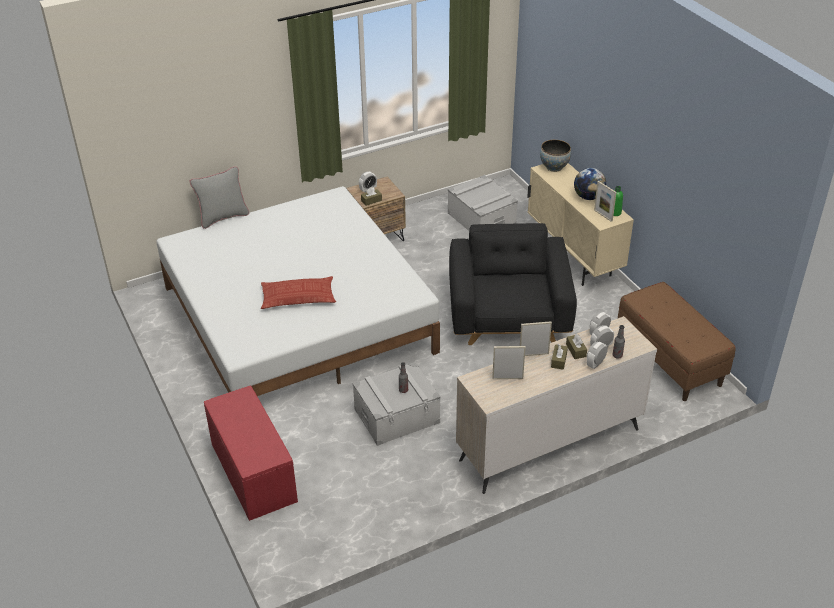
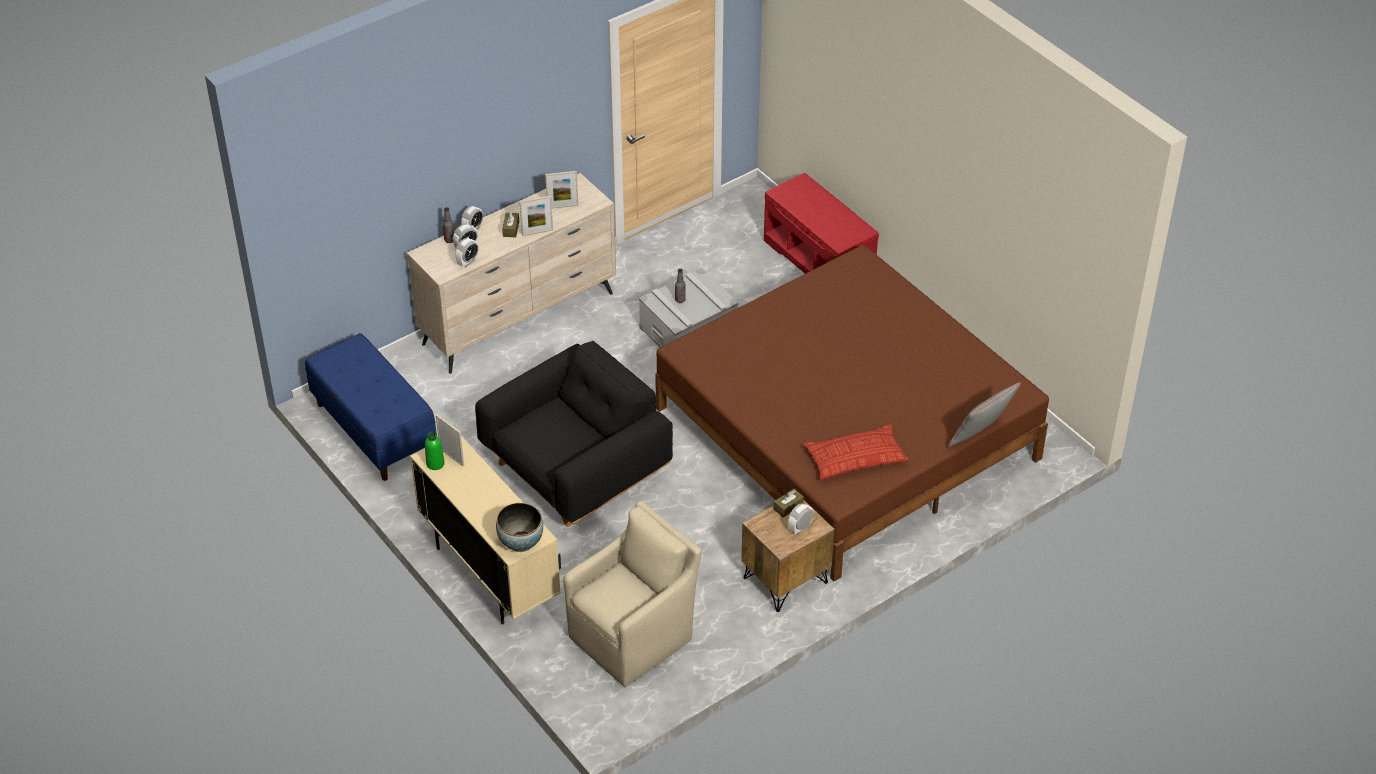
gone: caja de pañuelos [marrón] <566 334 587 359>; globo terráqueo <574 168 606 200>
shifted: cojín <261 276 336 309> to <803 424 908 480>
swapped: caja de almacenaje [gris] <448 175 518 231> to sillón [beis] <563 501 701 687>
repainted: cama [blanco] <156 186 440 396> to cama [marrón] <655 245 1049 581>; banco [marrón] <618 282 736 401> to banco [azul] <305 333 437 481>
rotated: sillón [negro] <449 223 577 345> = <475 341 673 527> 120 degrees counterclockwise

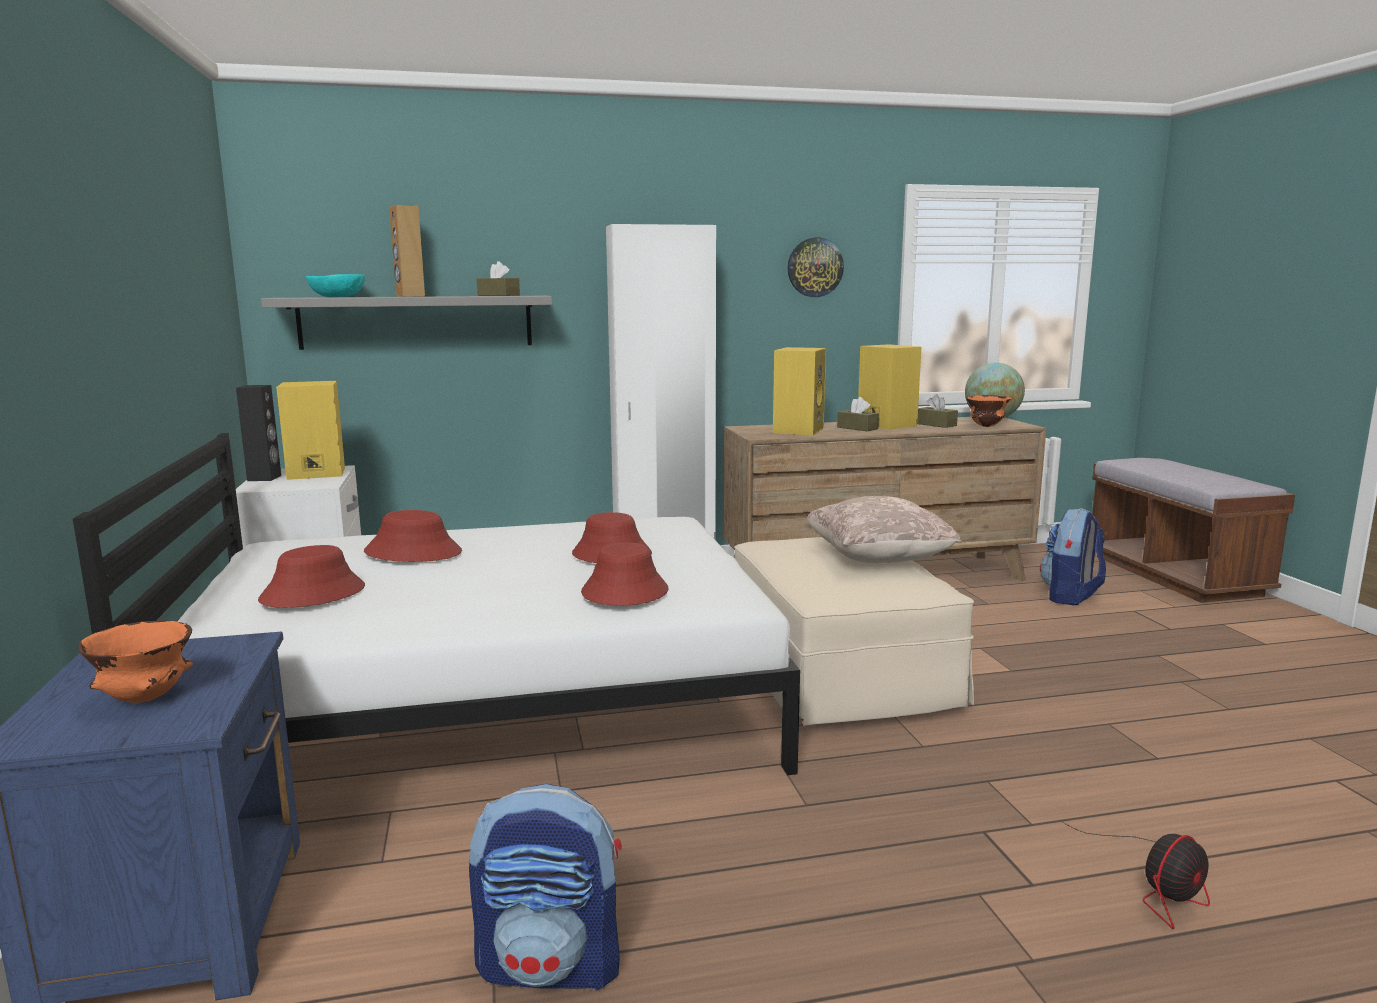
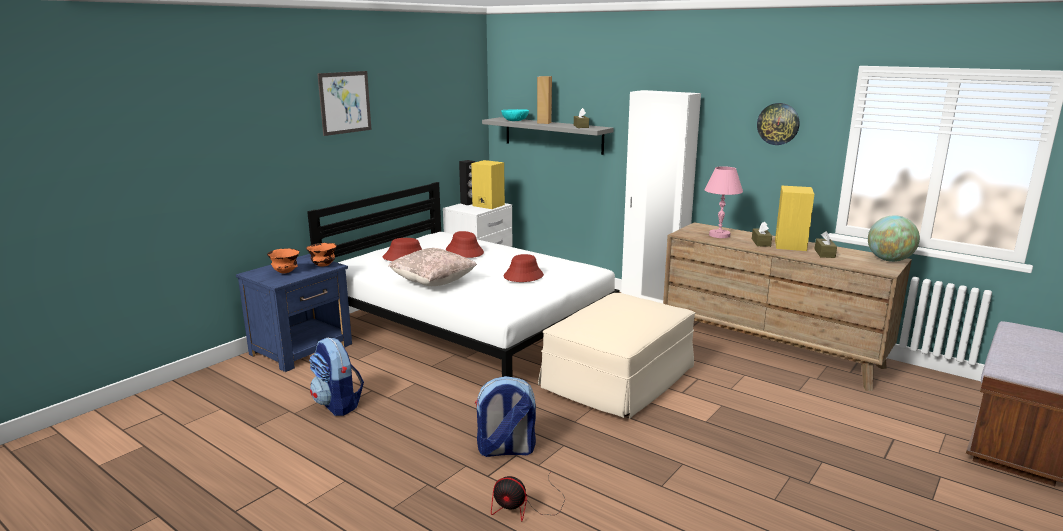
gone: sombrero [rojo] <581 543 668 606>
new: cuadro <317 71 371 136>
shifted: cojín [beis] <807 496 961 563> to <388 248 477 286>; cuenco [naranja] <966 395 1011 427> to <306 243 337 267>; mochila <1040 508 1106 605> to <475 376 536 457>
swapped: altavoz [amarillo] <773 347 826 435> to lámpara de mesa [rosa] <704 166 743 238>

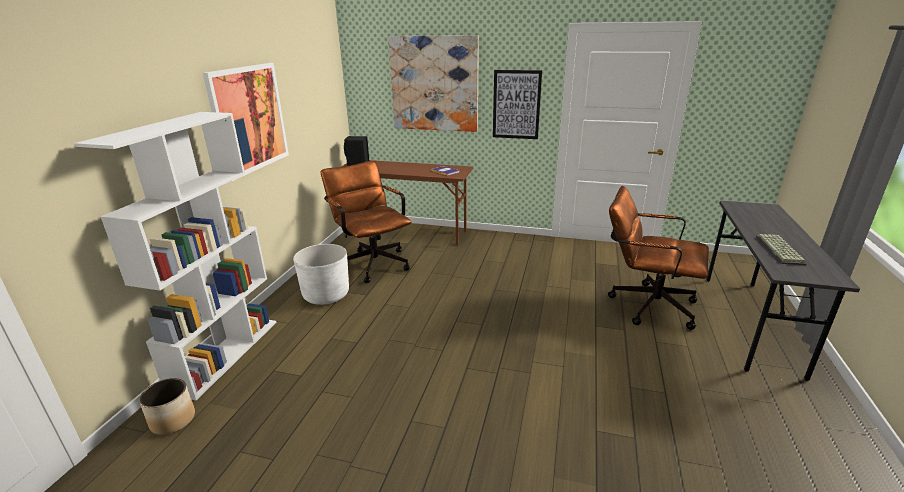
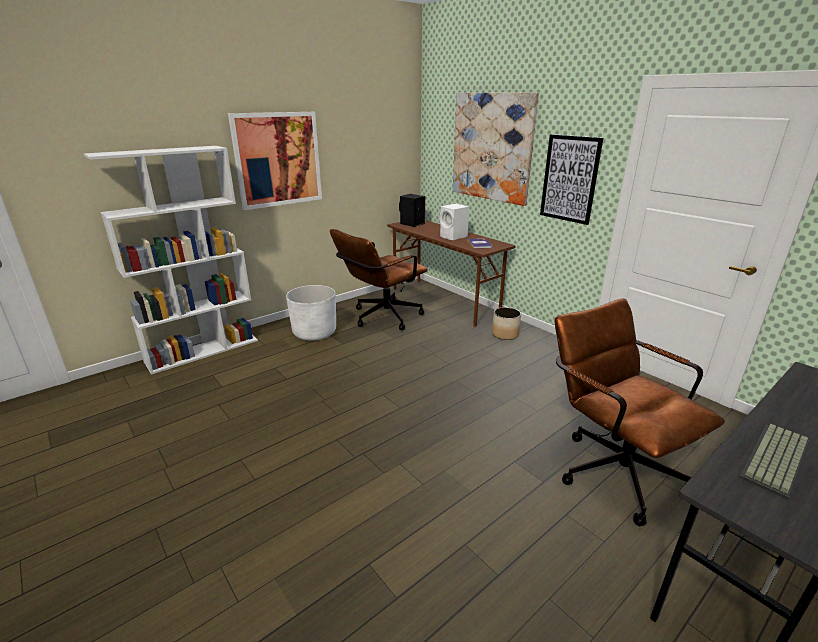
new: altavoz [blanco] <439 204 469 240>
shifted: maceta <139 378 195 435> to <492 307 521 340>
rotated: silla de oficina [marrón] <320 160 411 283> = <330 229 428 330> 135 degrees counterclockwise

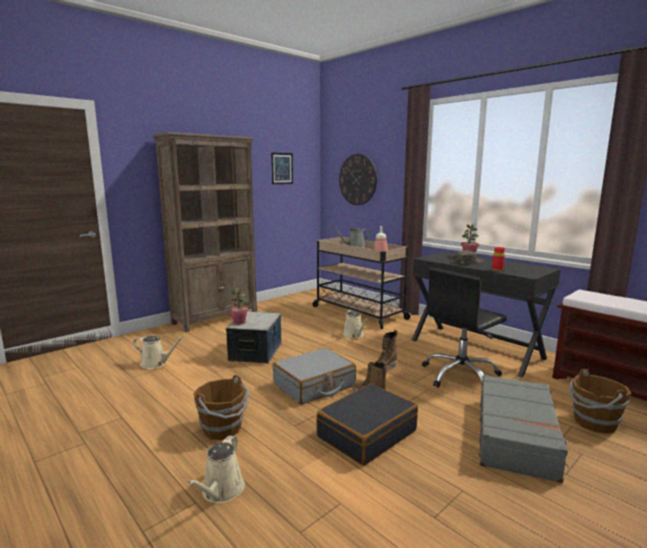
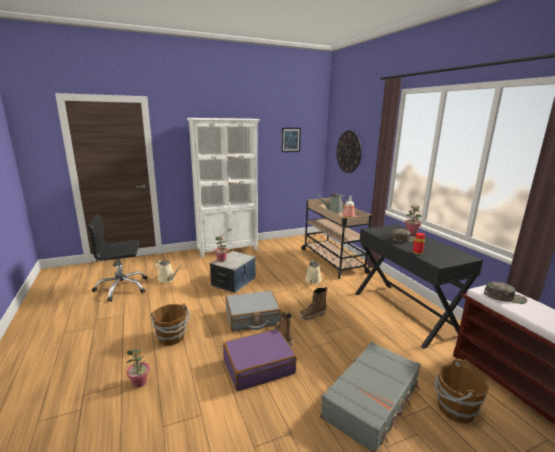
new: gorra [verde] <484 282 528 304>
shifted: silla de oficina [negro] <422 268 507 388> to <88 214 147 302>
swapped: regadera [beis] <188 435 245 503> to planta en maceta <126 349 150 388>
repainted: estantería [marrón] <152 132 257 332> to estantería [blanco] <187 118 260 258>; maleta [negro] <316 384 418 466> to maleta [morado] <223 329 297 391>

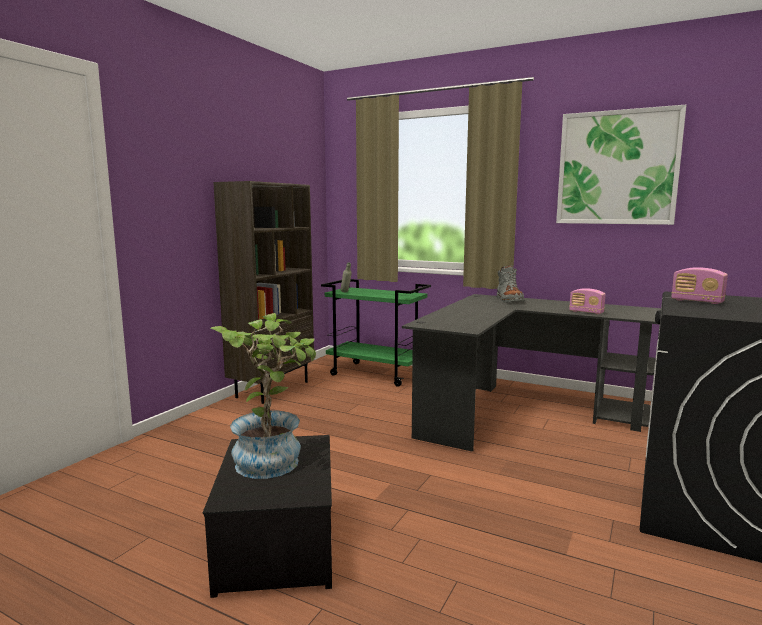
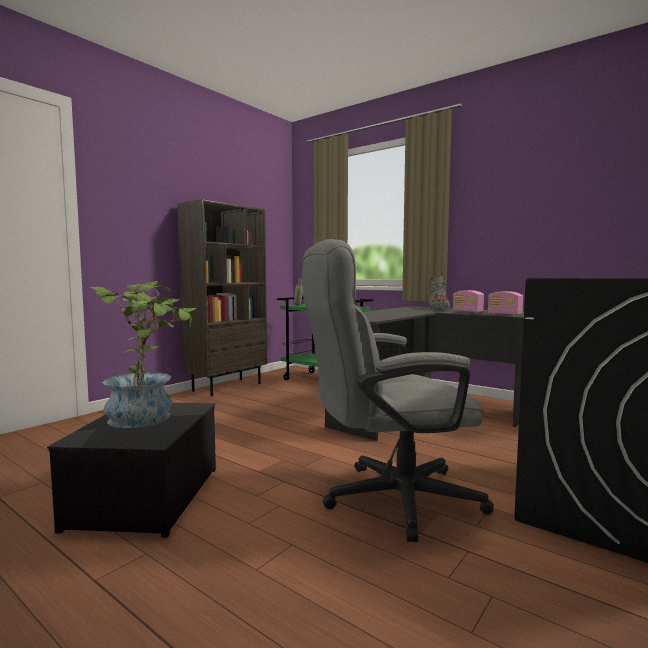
gone: cuadro <556 105 686 225>
new: silla de oficina [gris] <302 239 494 542>
shifted: radio <671 267 728 304> to <453 290 484 313>

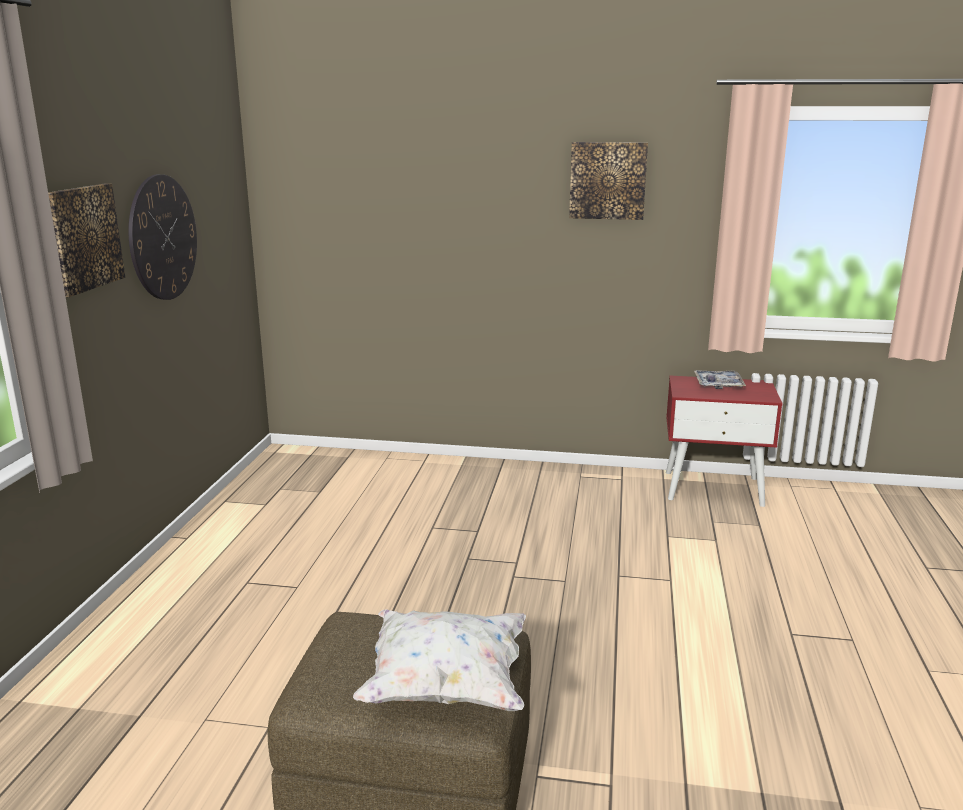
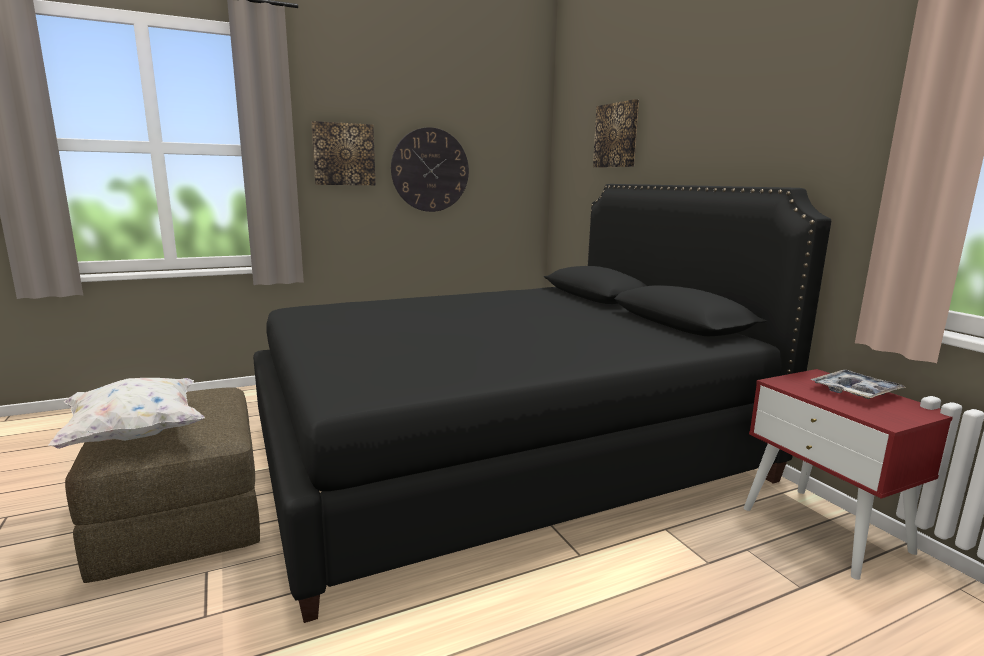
new: cama [negro] <253 184 831 623>
shifted: cuadro <569 142 648 220> to <593 99 639 168>

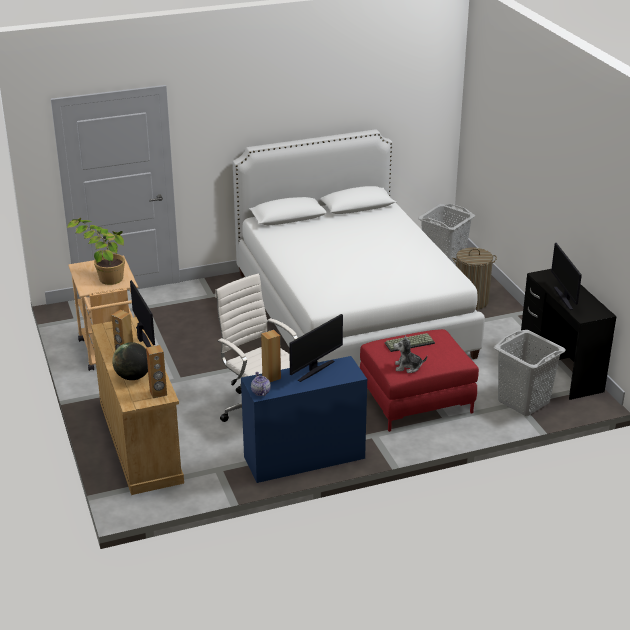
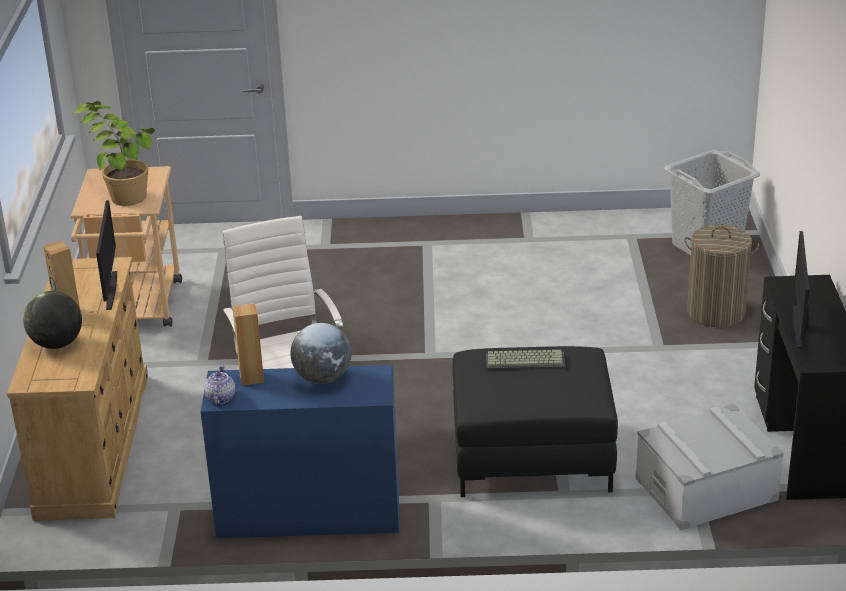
gone: altavoz [marrón] <146 345 167 398>; cama [blanco] <233 129 485 368>; peluche <393 335 427 373>
swapped: monitor <289 314 343 382> to globo terráqueo <290 323 352 384>; cesto de la ropa [gris] <494 330 565 416> to caja de almacenaje [gris] <636 404 784 530>
repainted: puf [rojo] <360 329 479 432> to puf [negro] <453 346 618 497>

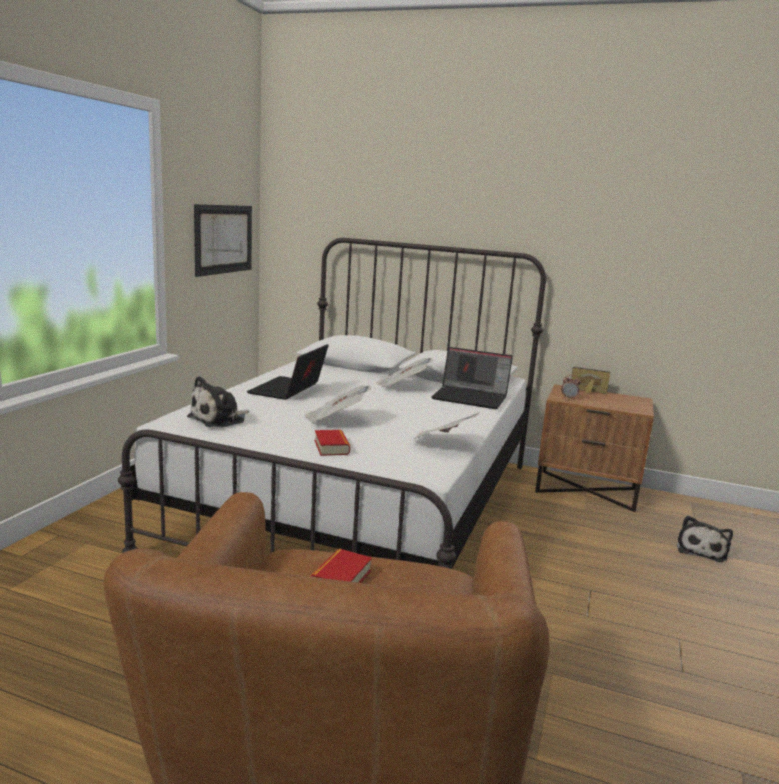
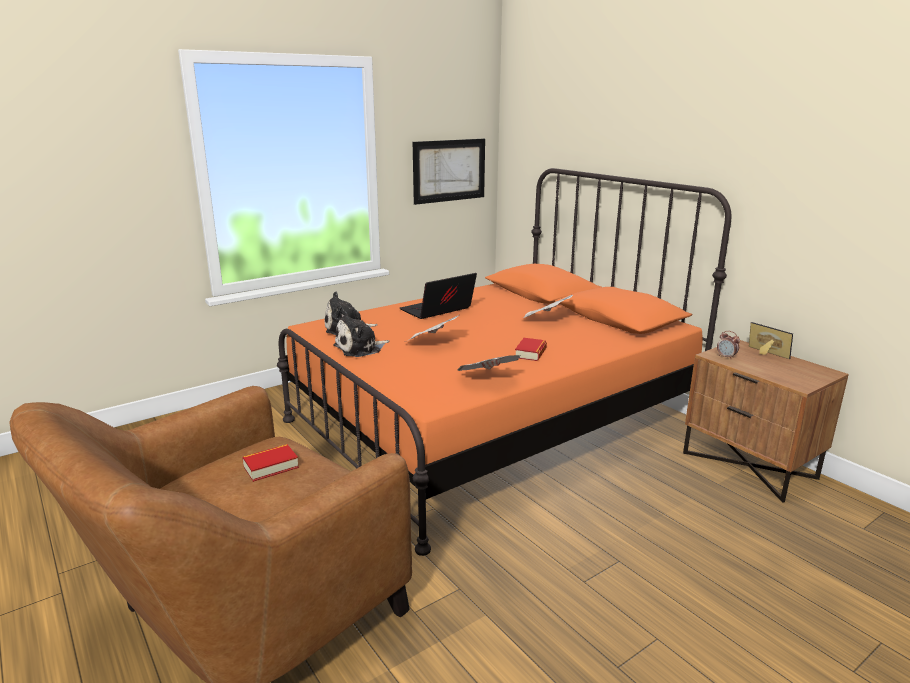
gone: portátil <431 347 513 409>
shifted: libro <315 430 350 456> to <515 338 547 361>; peluche <677 515 733 562> to <333 310 390 357>
repainted: cama [blanco] <118 238 546 569> to cama [naranja] <277 168 732 556>

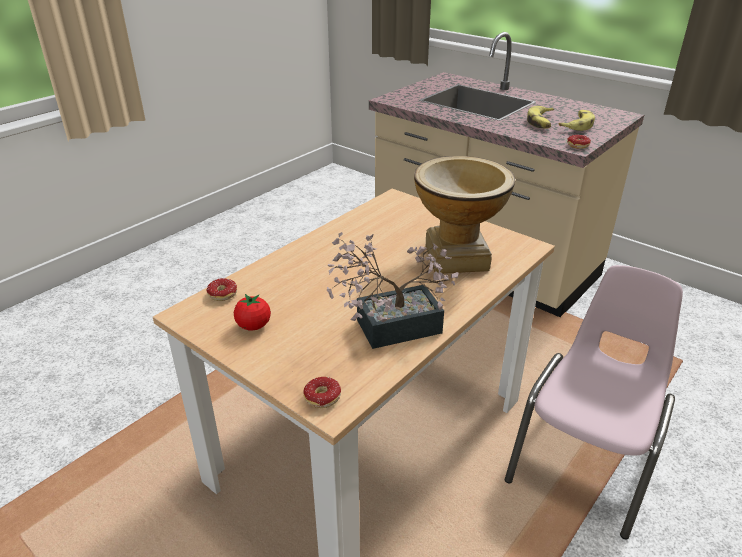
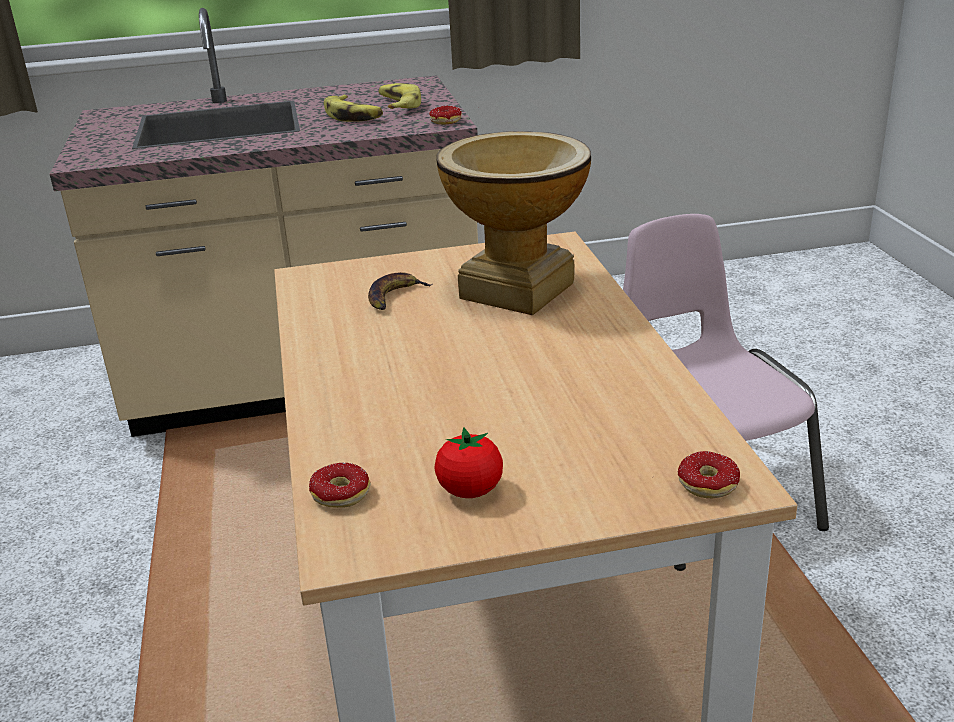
gone: planta en maceta <327 232 459 349>
new: plátano <368 272 433 310>

